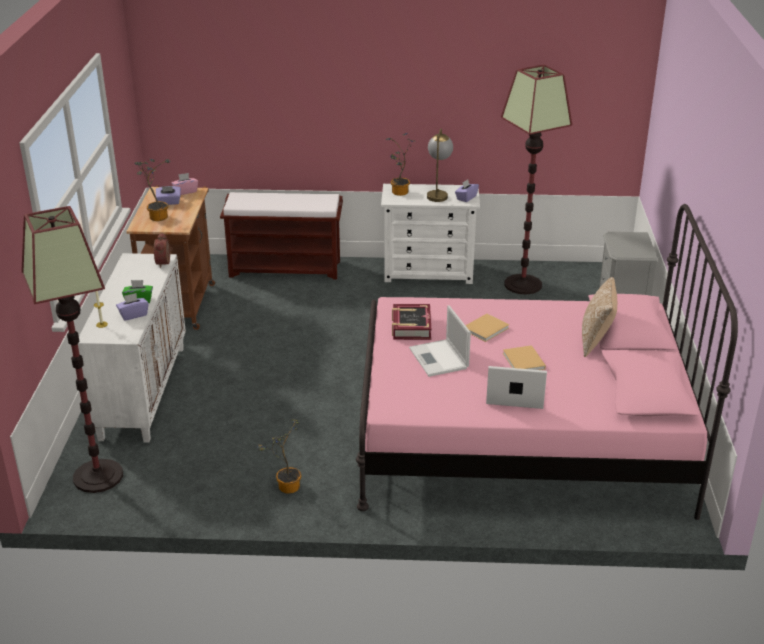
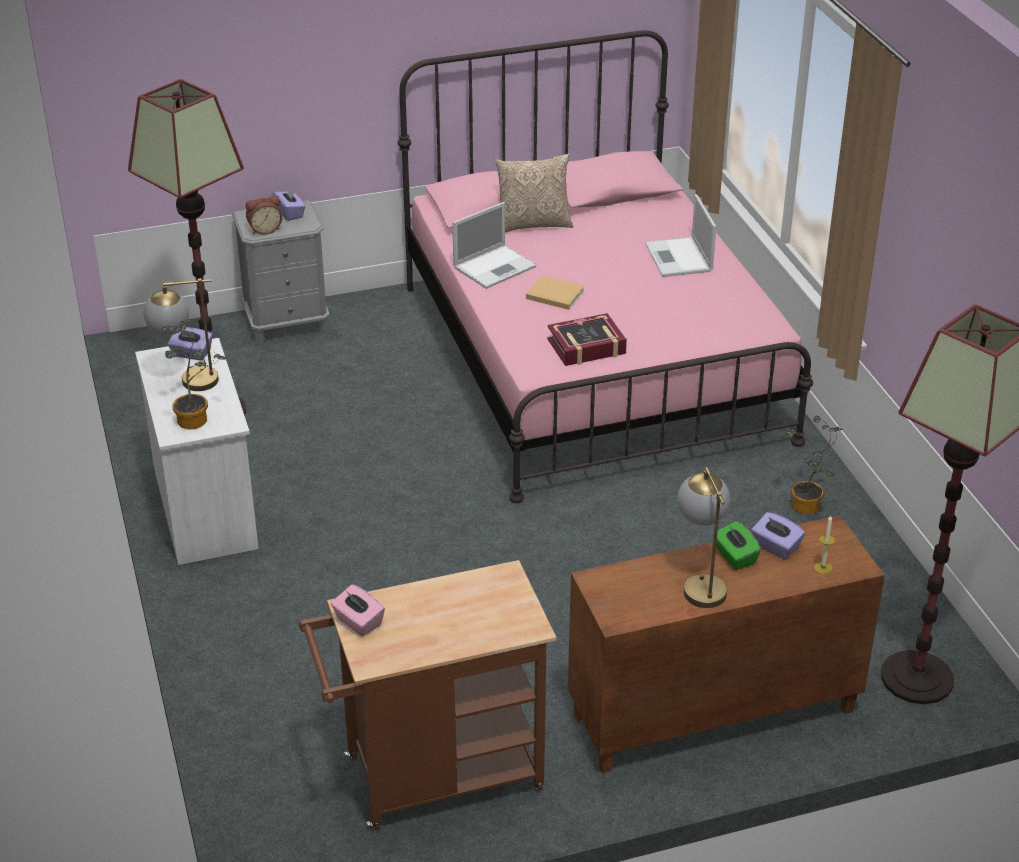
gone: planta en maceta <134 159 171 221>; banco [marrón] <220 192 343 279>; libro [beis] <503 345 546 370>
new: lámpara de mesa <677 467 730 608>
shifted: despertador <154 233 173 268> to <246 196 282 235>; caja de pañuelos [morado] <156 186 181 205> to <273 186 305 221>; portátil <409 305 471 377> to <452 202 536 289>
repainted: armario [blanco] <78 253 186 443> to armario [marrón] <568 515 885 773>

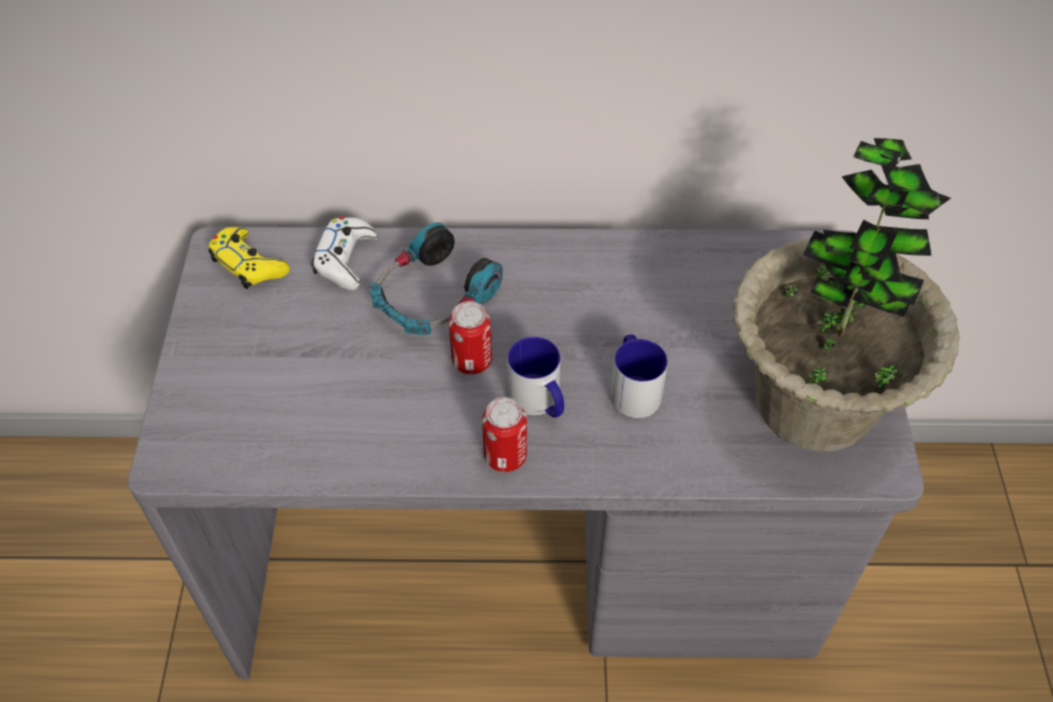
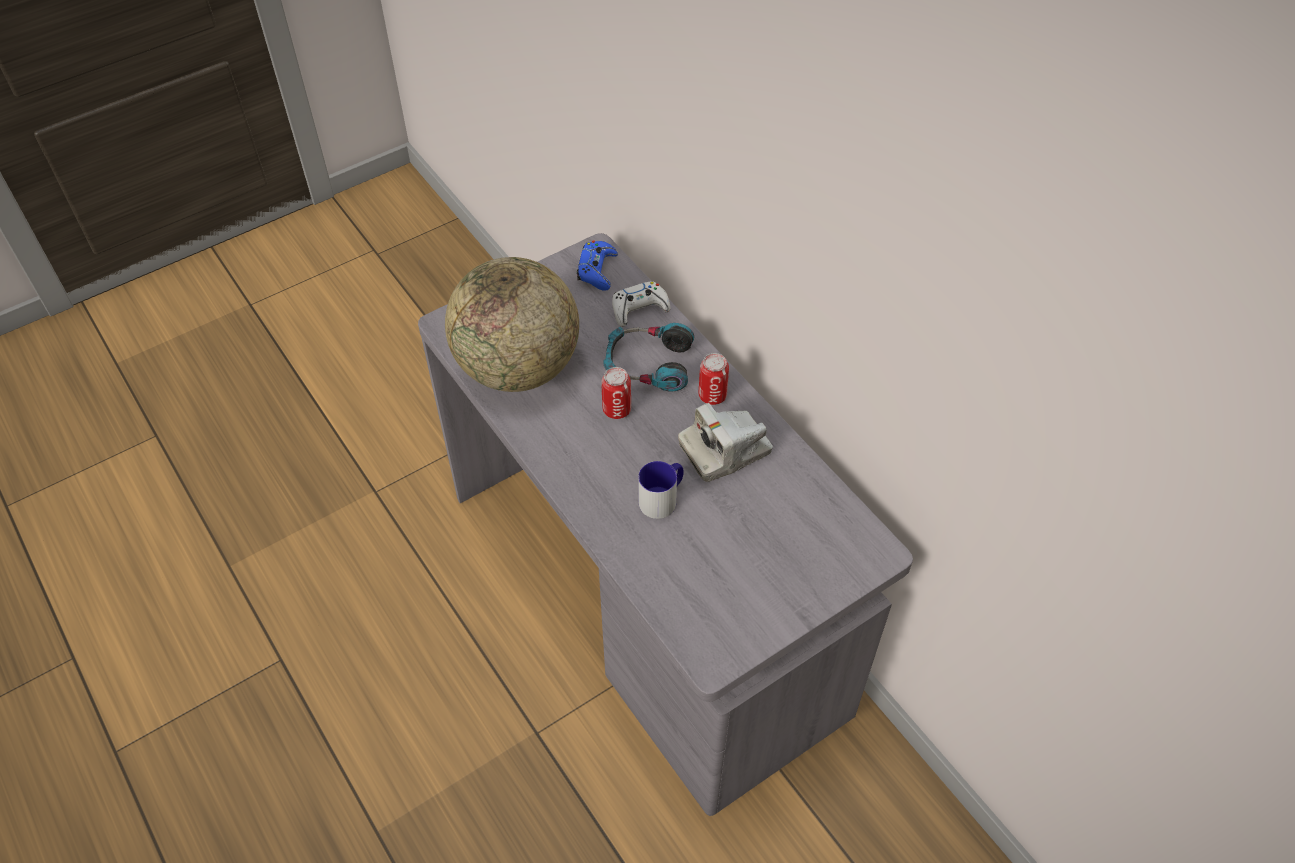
gone: taza grande <507 337 564 418>; planta en maceta <733 138 960 452>
new: globo terráqueo <445 257 579 392>; cámara <678 403 773 482>
shifted: lata <482 397 527 472> to <698 353 729 405>
repainted: mando de consola [amarillo] <208 227 290 289> to mando de consola [azul] <577 240 618 291>

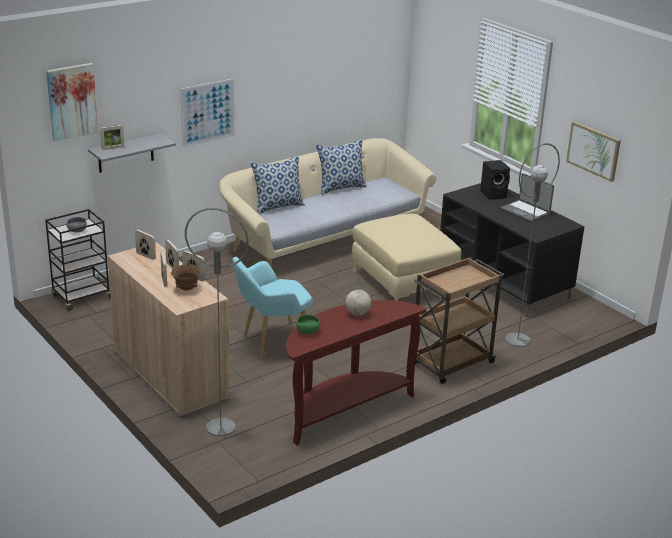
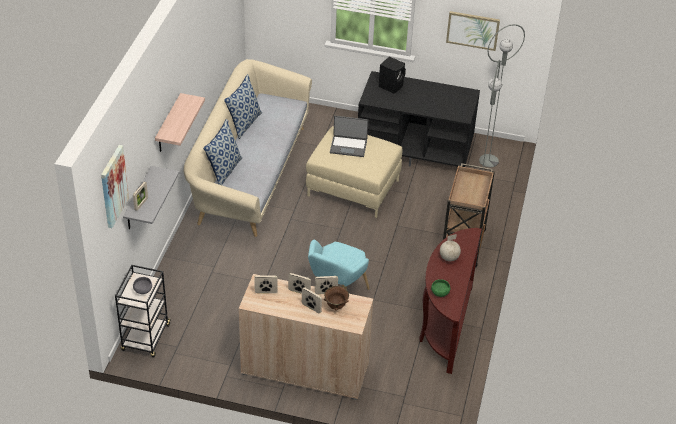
shifted: lámpara de pie [gris] <185 208 249 436> to <479 24 525 168>; portátil <500 173 554 223> to <330 116 368 157>
swapped: cuadro <180 78 235 147> to estante <155 93 205 152>

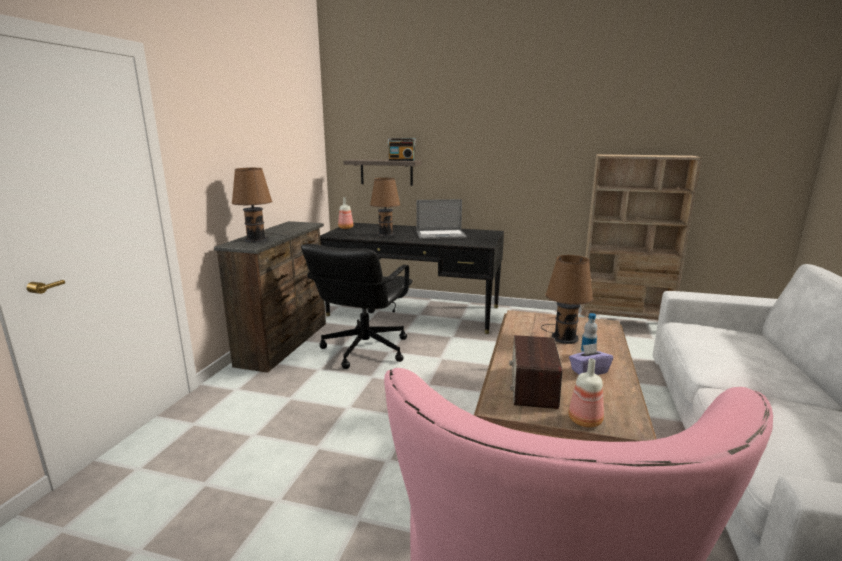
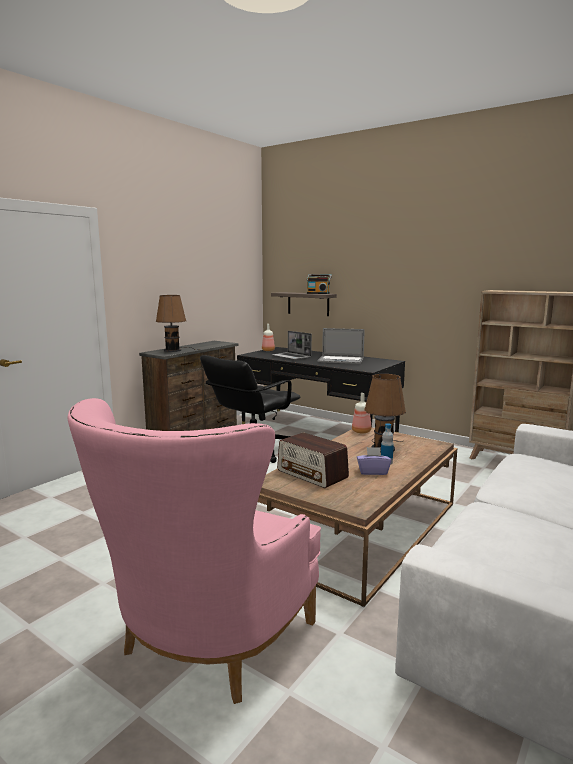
shifted: botella <568 358 604 428> to <352 393 372 434>
swapped: lámpara de mesa [marrón] <358 178 401 239> to portátil <272 331 312 360>
rotated: radio <509 335 562 409> = <277 432 349 488> 75 degrees counterclockwise

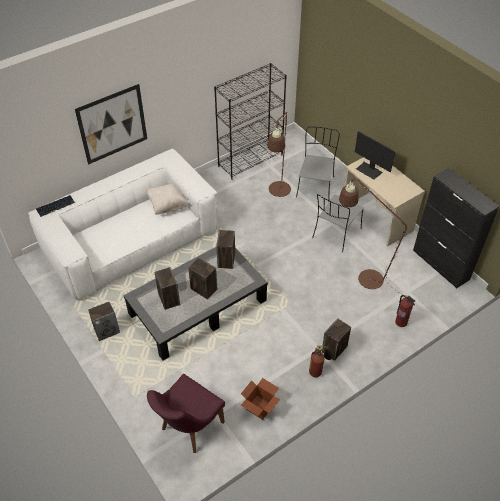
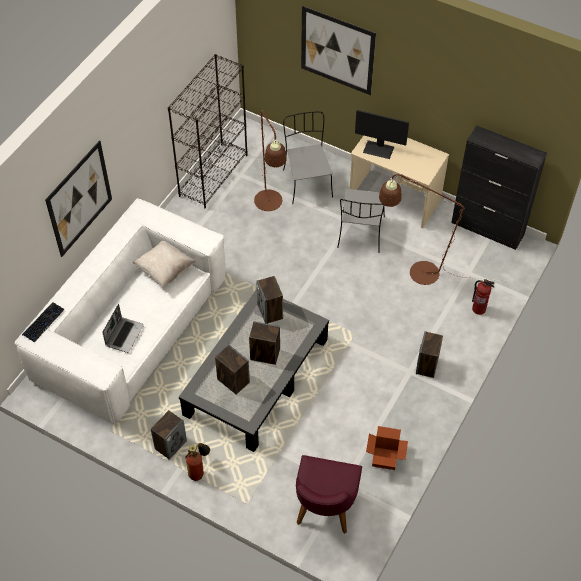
new: portátil <102 304 144 353>; cuadro <301 6 376 95>
shifted: extintor <309 345 334 377> to <185 443 210 481>

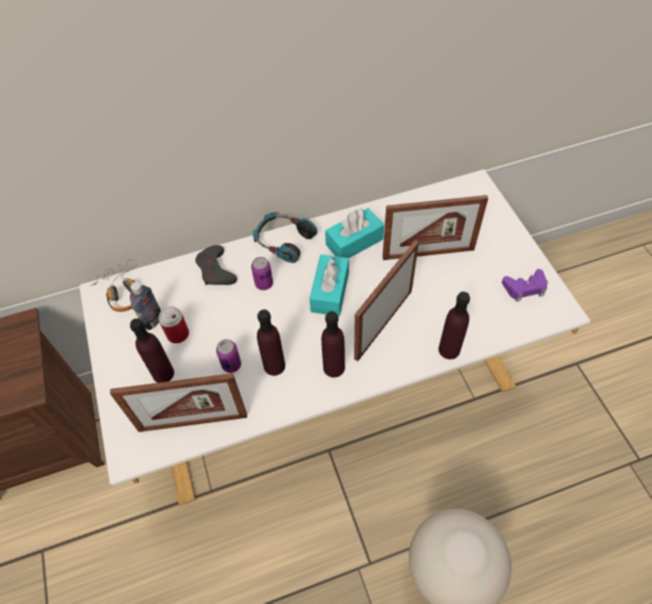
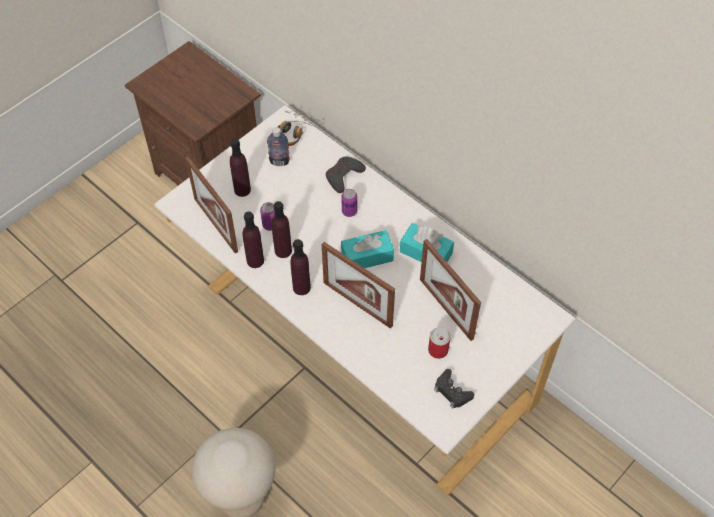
gone: auriculares <253 212 317 263>
shifted: lata <159 306 189 343> to <428 327 450 359>; botella [morado] <438 292 470 359> to <243 211 264 268>
repainted: mando de consola [morado] <502 269 548 302> to mando de consola [negro] <434 369 474 409>
rotated: portarretratos <354 240 419 361> = <322 242 395 329> 150 degrees counterclockwise

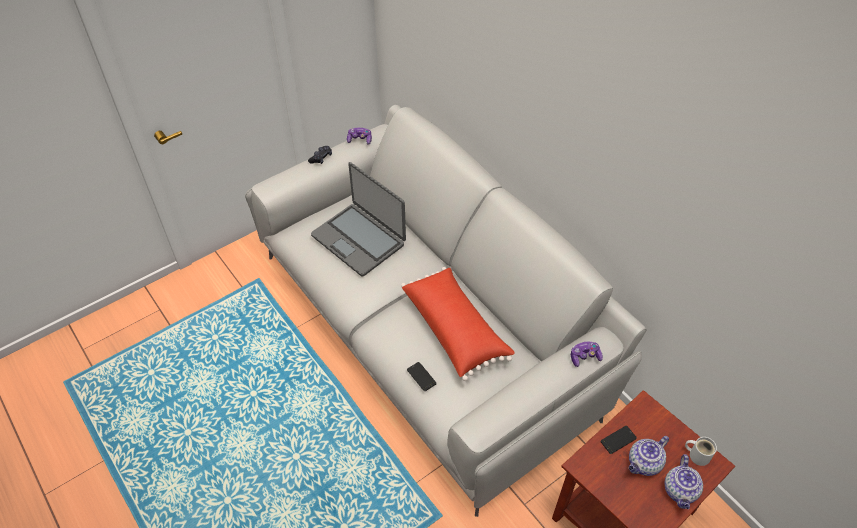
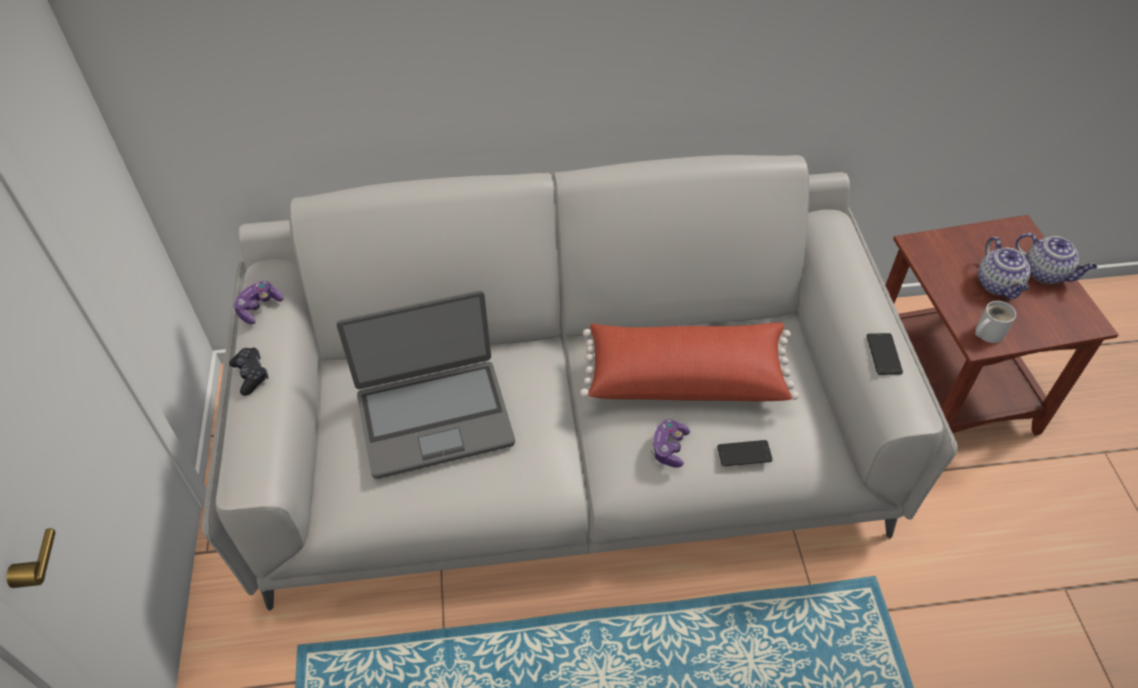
shifted: mando de consola <571 342 603 367> to <651 419 690 468>; móvil <601 426 637 454> to <867 333 903 375>; taza grande [blanco] <685 437 717 466> to <975 301 1016 343>

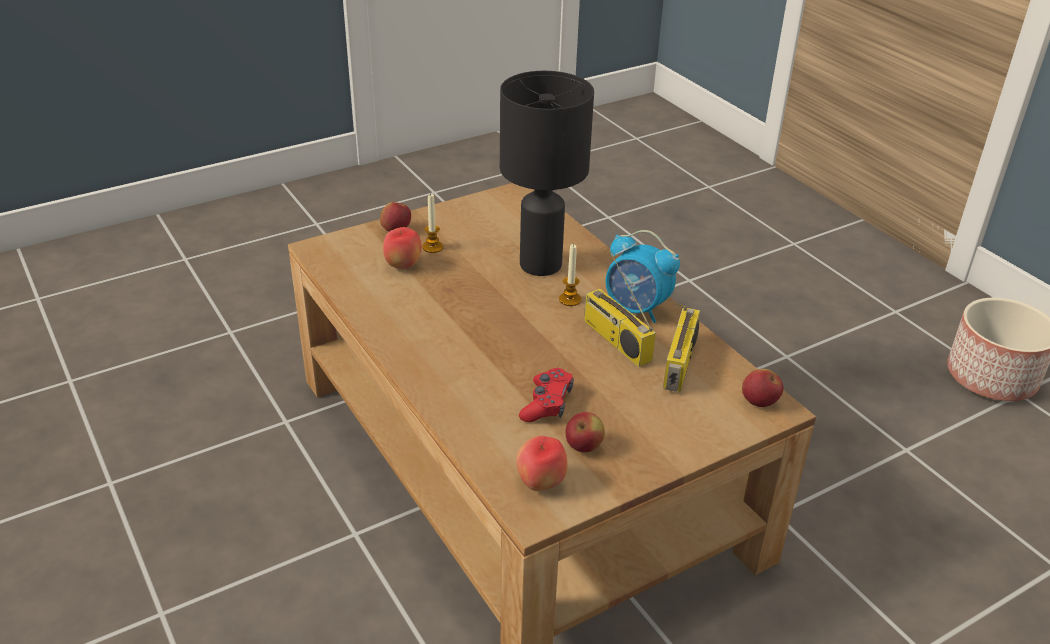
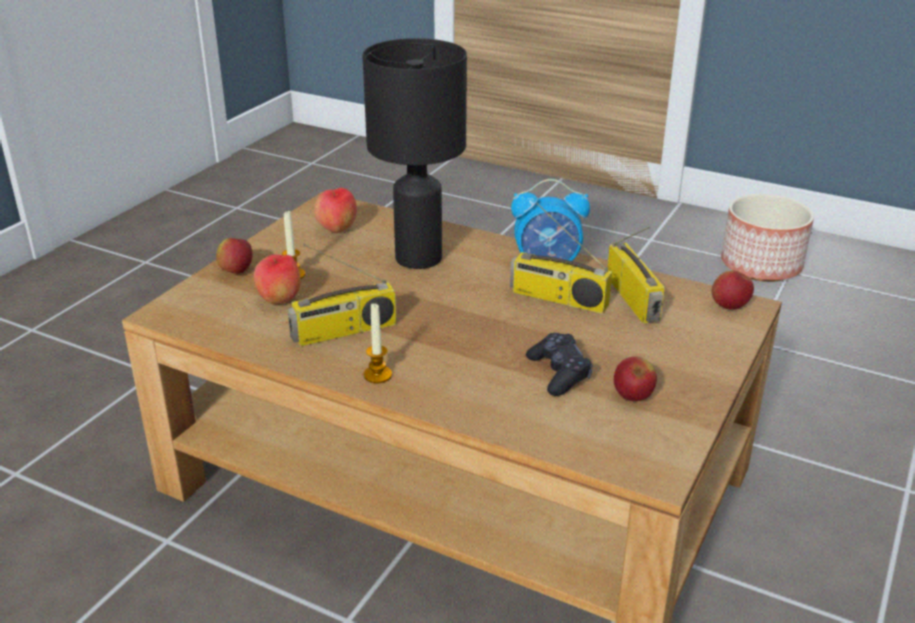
new: radio <288 244 396 346>
shifted: manzana <516 436 568 491> to <314 188 357 233>; vela <559 244 581 306> to <364 302 392 383>
repainted: mando de consola [rojo] <519 368 574 422> to mando de consola [negro] <526 333 593 396>

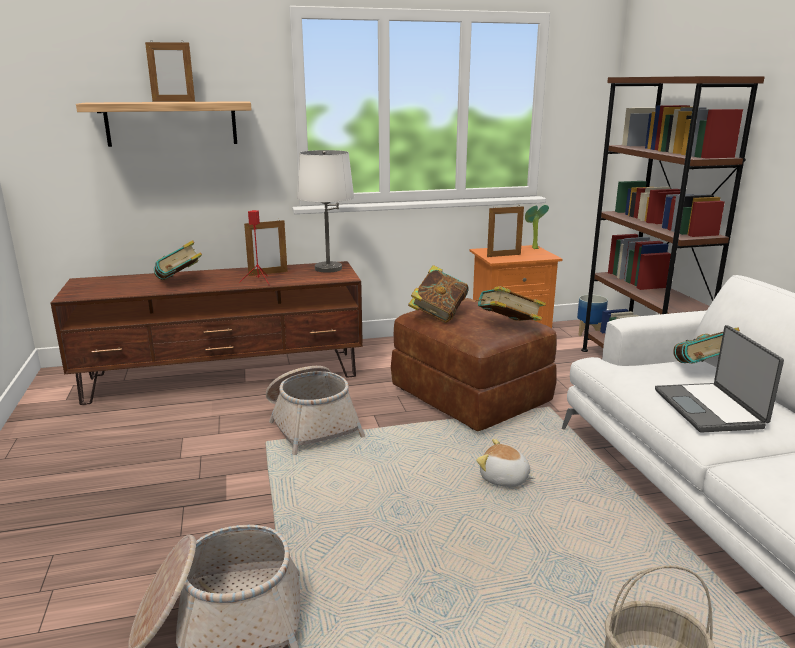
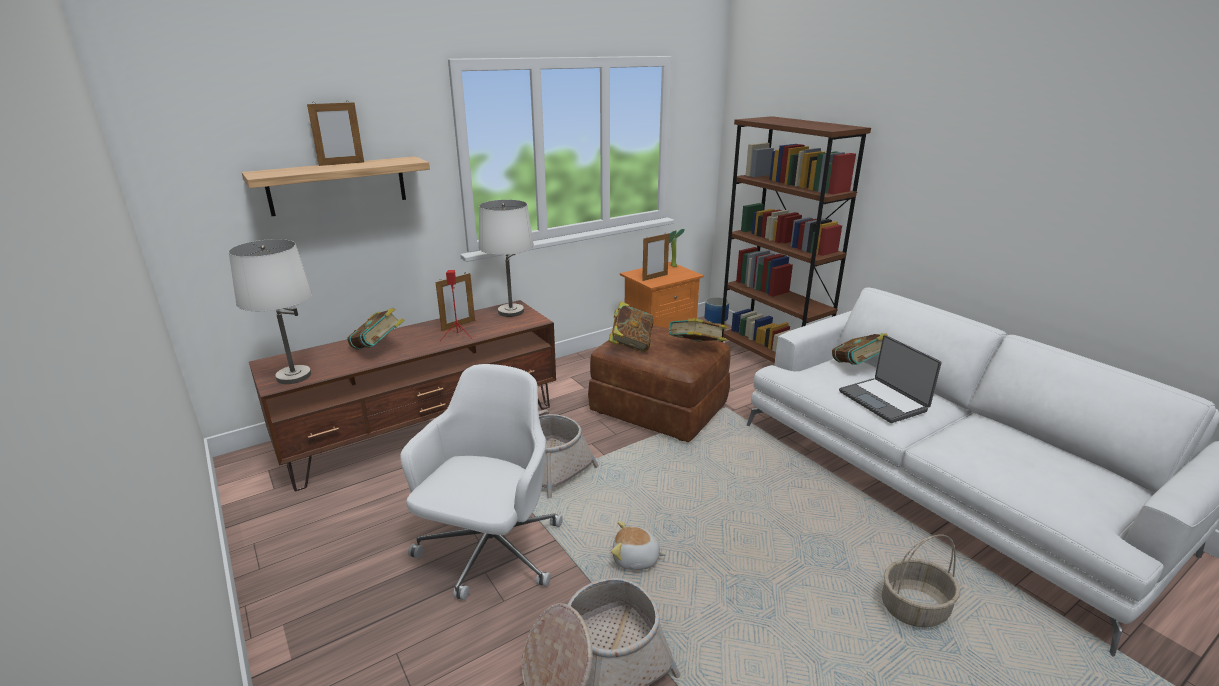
new: lámpara de mesa [blanco] <229 239 312 384>; silla de oficina [blanco] <400 364 563 600>
shifted: peluche <476 439 535 487> to <611 521 667 570>

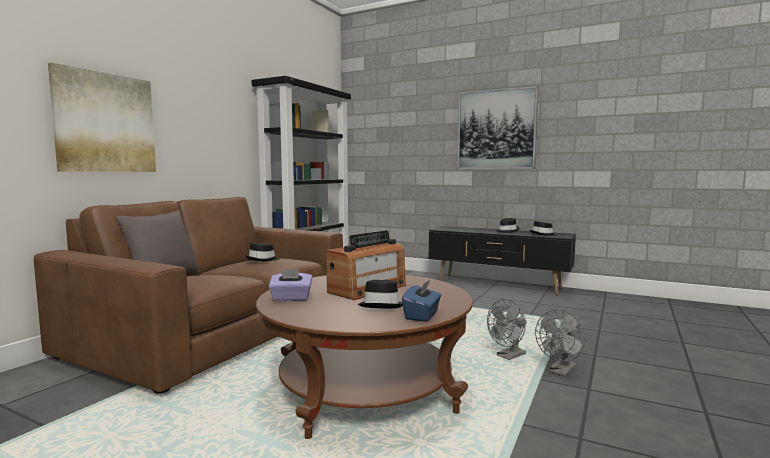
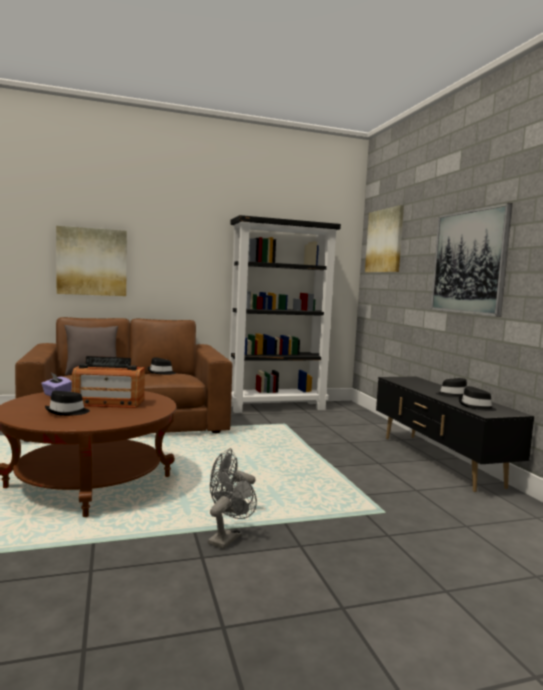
gone: caja de pañuelos [azul] <402 279 441 322>
new: cuadro <365 205 404 272>
rotated: ventilador [gris] <535 309 587 376> = <208 469 257 549> 120 degrees clockwise

